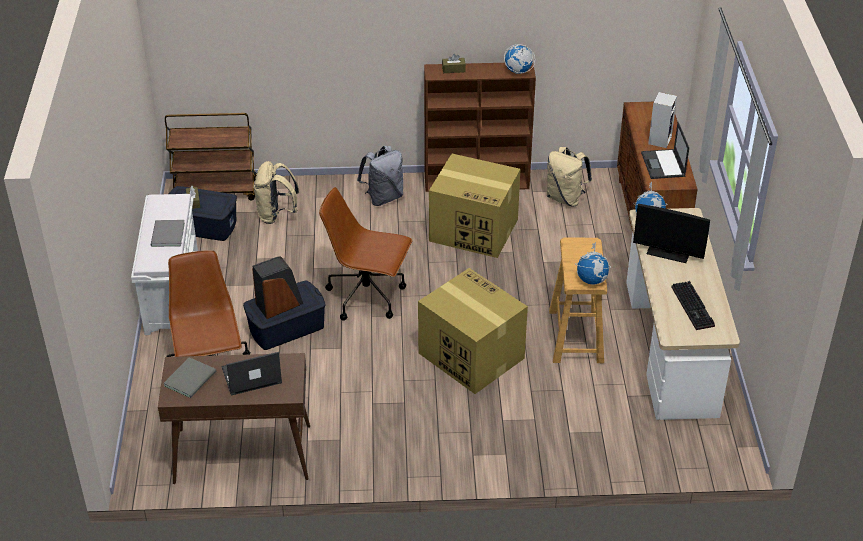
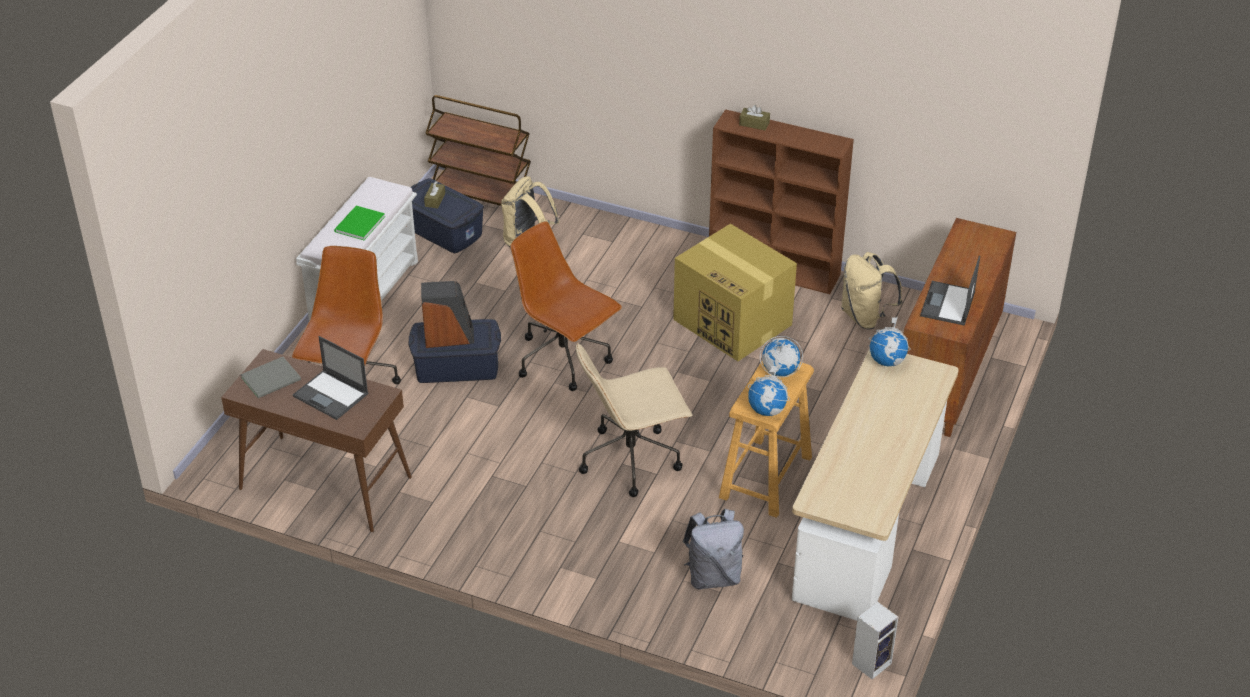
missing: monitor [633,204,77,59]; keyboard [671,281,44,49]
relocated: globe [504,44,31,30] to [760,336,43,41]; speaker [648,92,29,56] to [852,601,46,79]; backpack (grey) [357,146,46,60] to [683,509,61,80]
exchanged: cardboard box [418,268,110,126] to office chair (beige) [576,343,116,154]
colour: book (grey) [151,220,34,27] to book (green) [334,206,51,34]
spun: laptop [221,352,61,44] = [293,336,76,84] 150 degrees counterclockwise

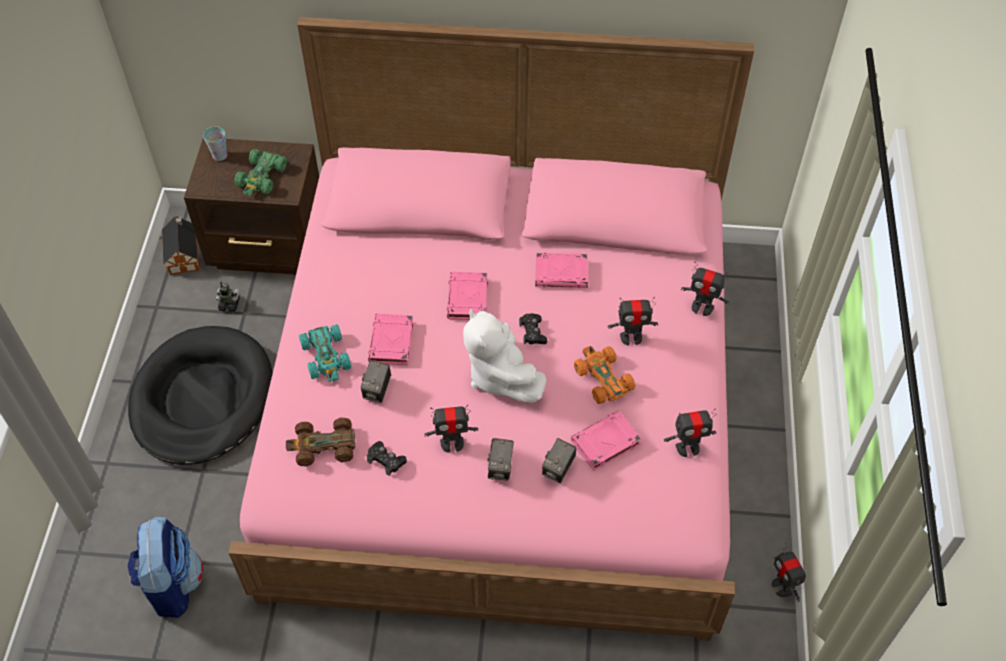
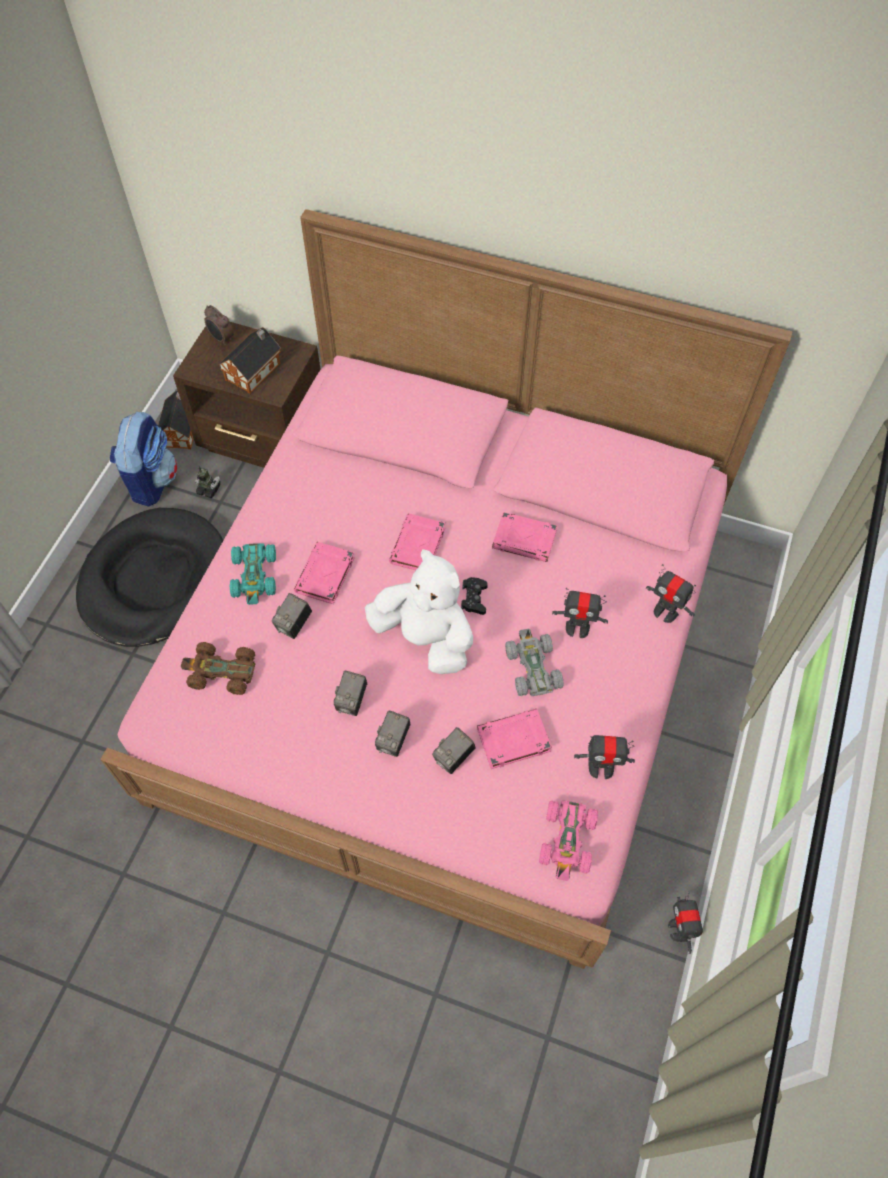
missing: game controller (black) [367,441,40,35]
appeared: toy car (pink) [539,800,59,81]
relocated: backpack [128,517,75,101] to [110,411,67,96]
exchanged: cup [203,127,24,34] to alarm clock [204,305,30,40]; toy car (green) [234,149,53,47] to toy house [219,327,62,67]; toy robot [425,405,53,48] to photo camera [334,671,33,45]
colour: toy car (orange) [574,346,61,58] to toy car (grey) [505,629,59,67]
spun: plush toy (white) [463,308,84,95] = [365,549,108,125] 135 degrees clockwise

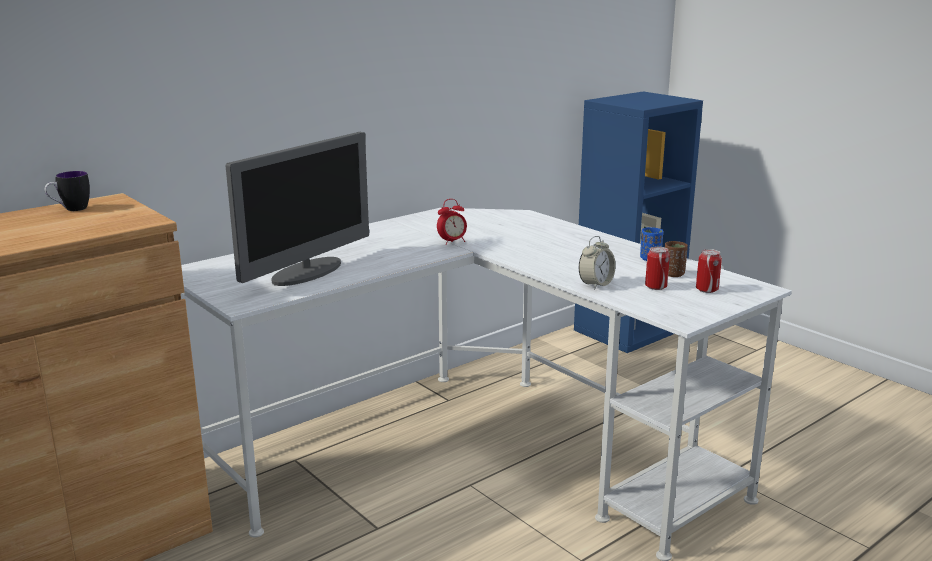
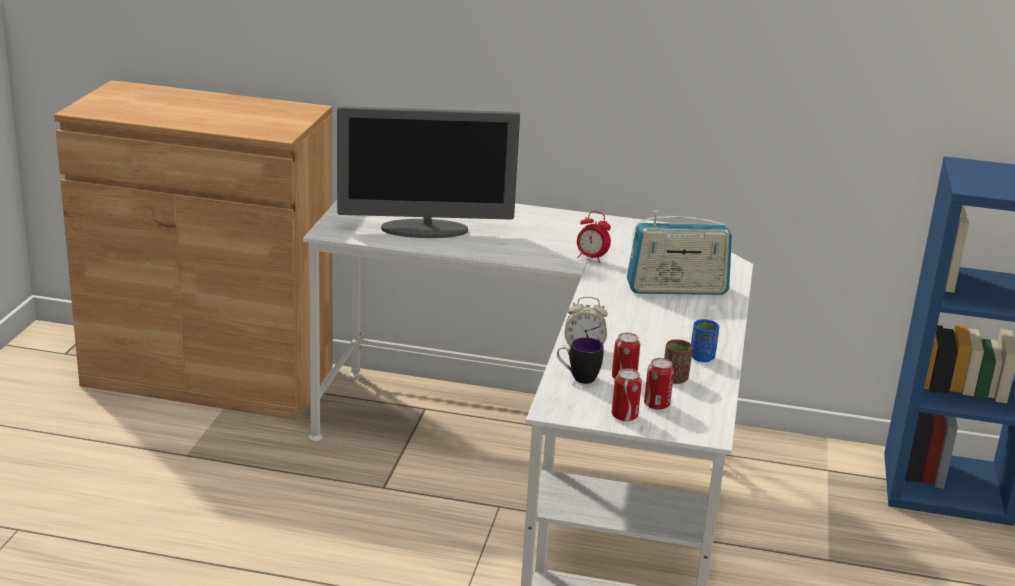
appeared: radio [627,211,105,84]; can [612,369,30,52]
relocated: mug [44,171,46,40] to [557,338,47,46]

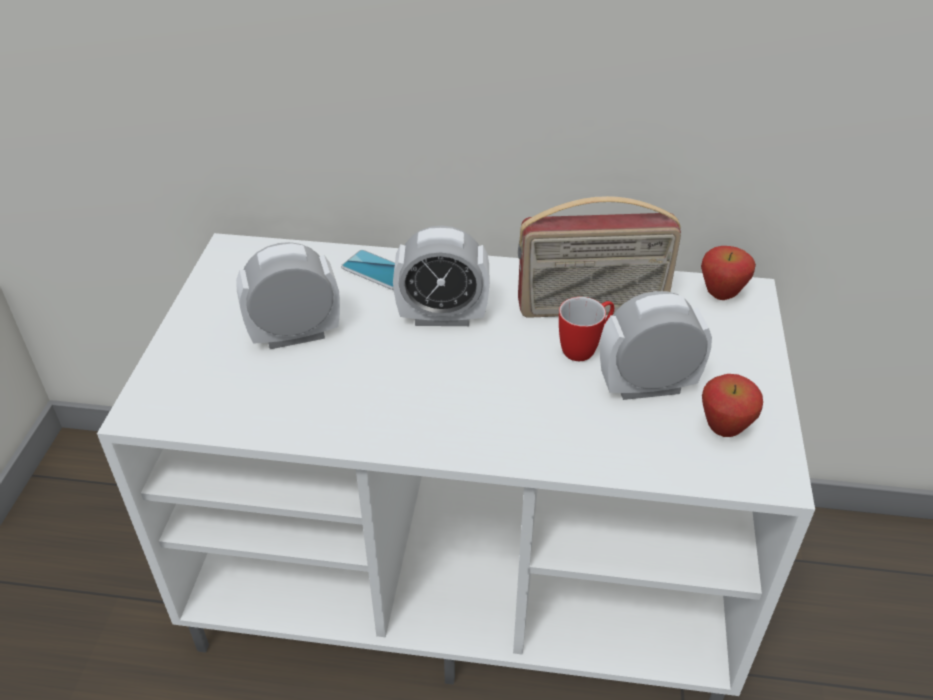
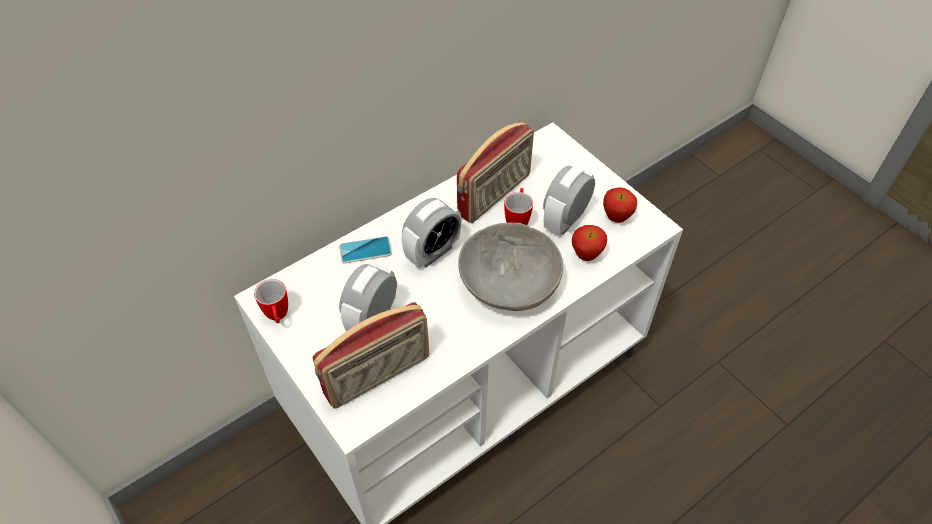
appeared: bowl (grey) [458,223,105,88]; mug [254,279,34,44]; radio [313,302,116,107]
relocated: apple [701,246,55,54] to [572,225,35,36]

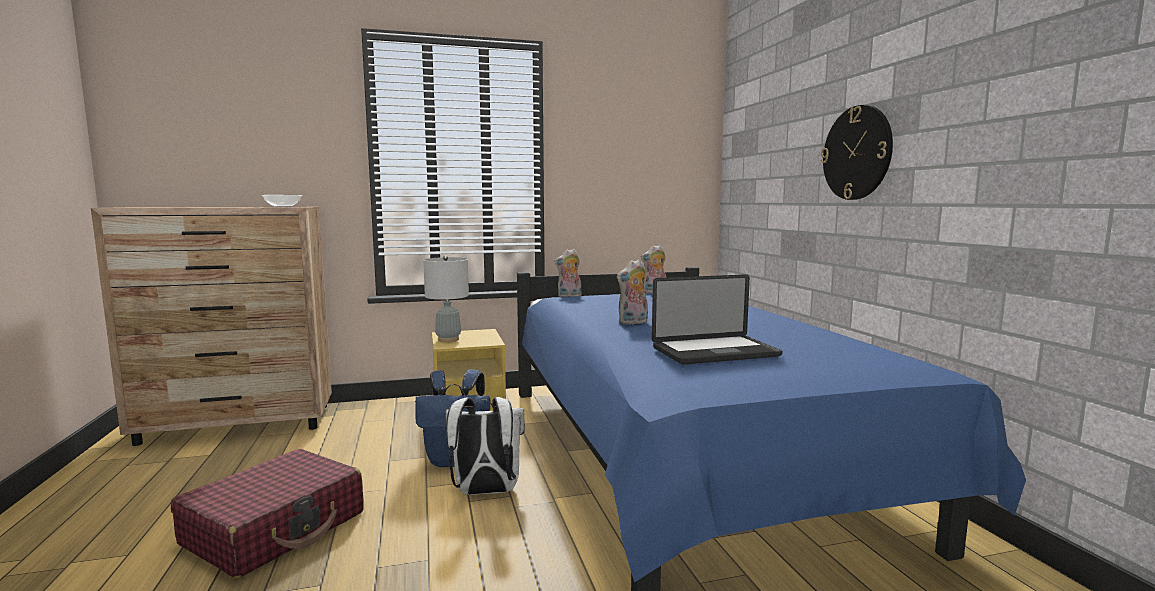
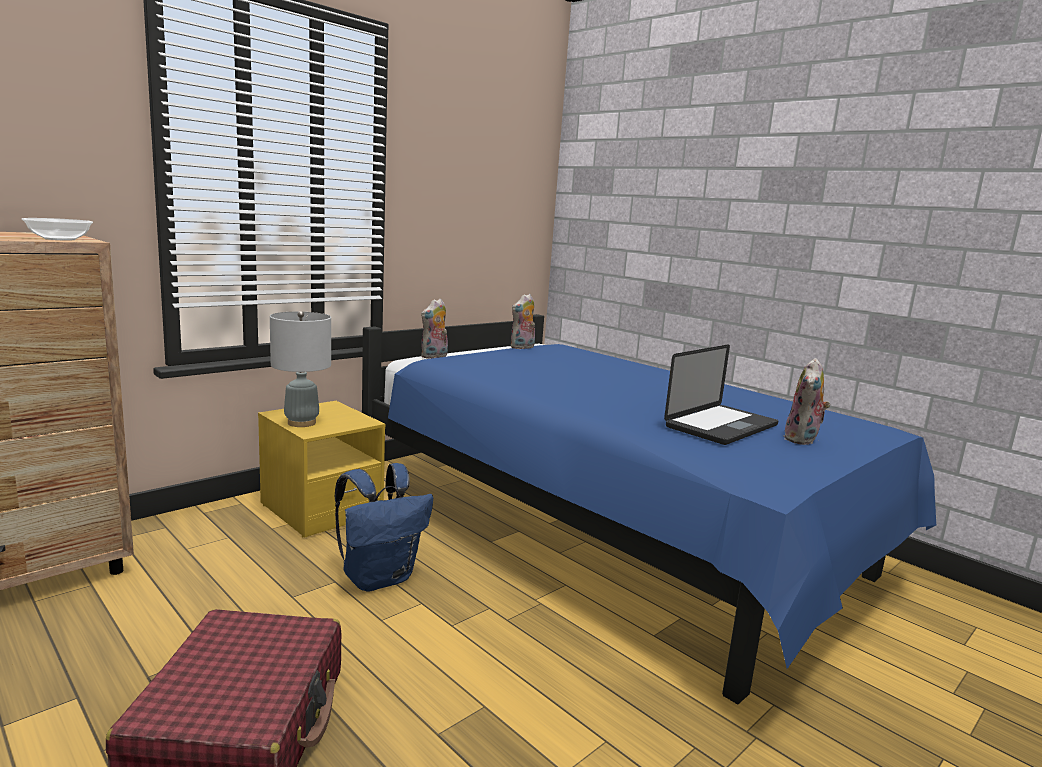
missing: wall clock [821,105,72,95]; backpack (white) [445,397,80,98]
relocated: plush toy [617,259,31,66] to [784,358,47,87]

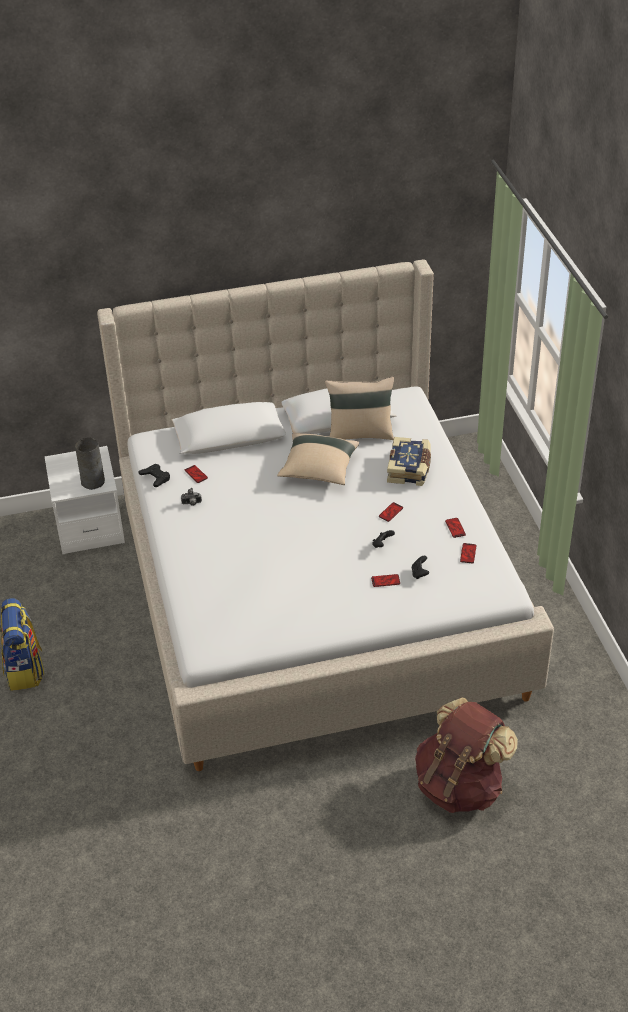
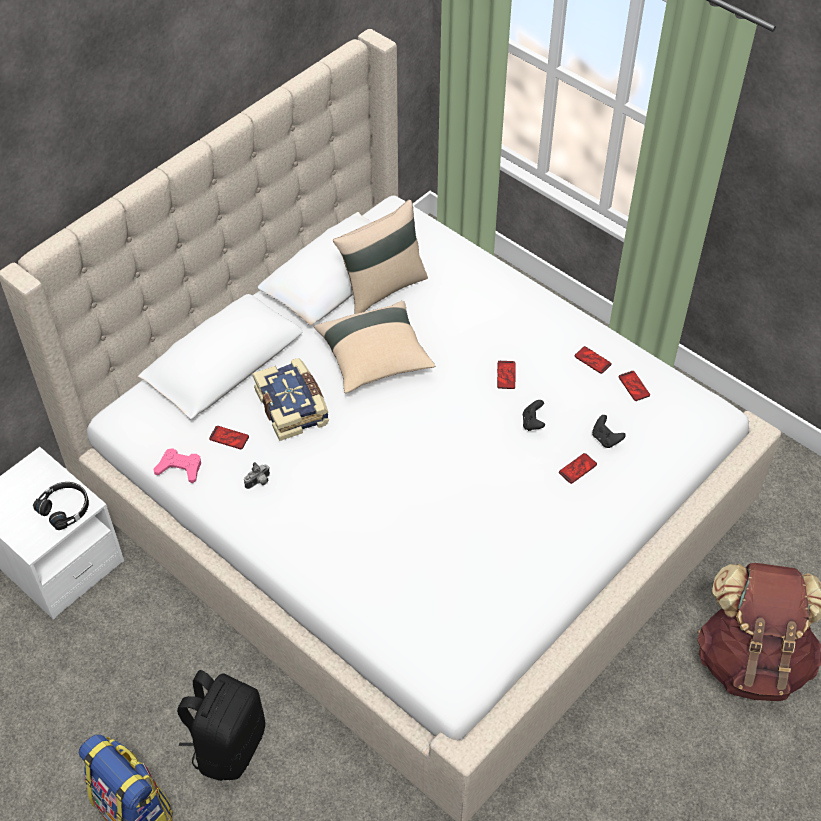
appeared: backpack (black) [177,670,88,111]
relocated: book [387,437,44,49] to [252,358,77,83]
exchanged: vase (grey) [75,438,30,52] to headphones (black) [33,482,56,48]
colour: game controller (black) [138,464,32,23] to game controller (pink) [153,448,48,35]

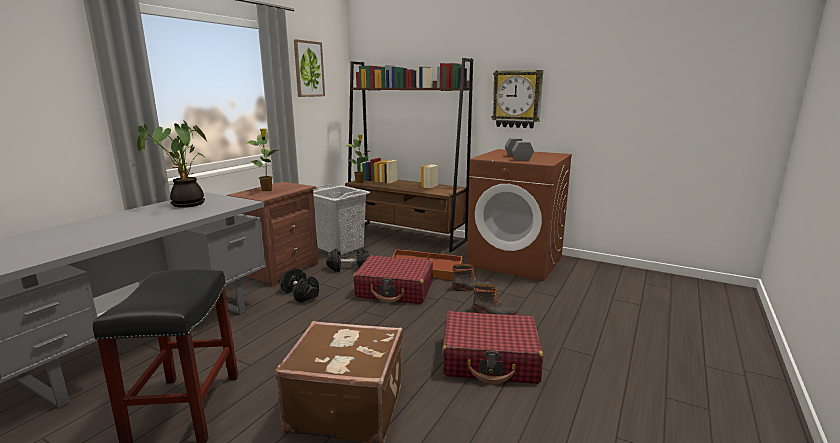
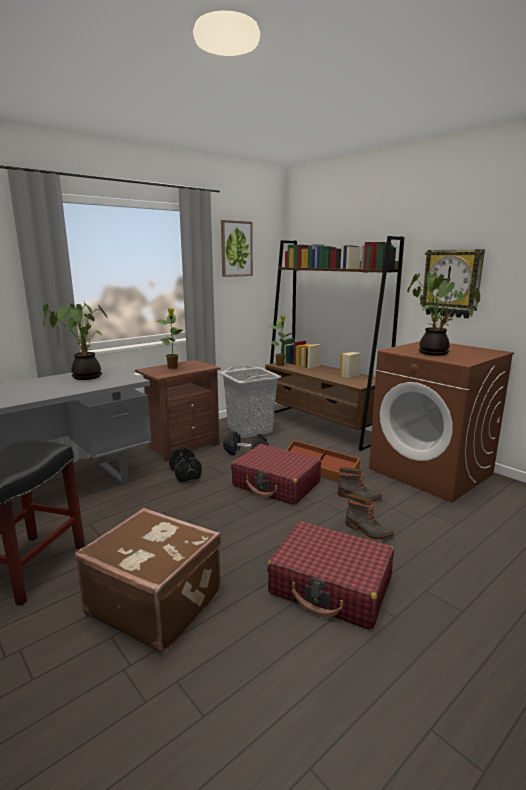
exchanged: dumbbell (grey) [505,138,29,23] to potted plant [407,272,73,84]

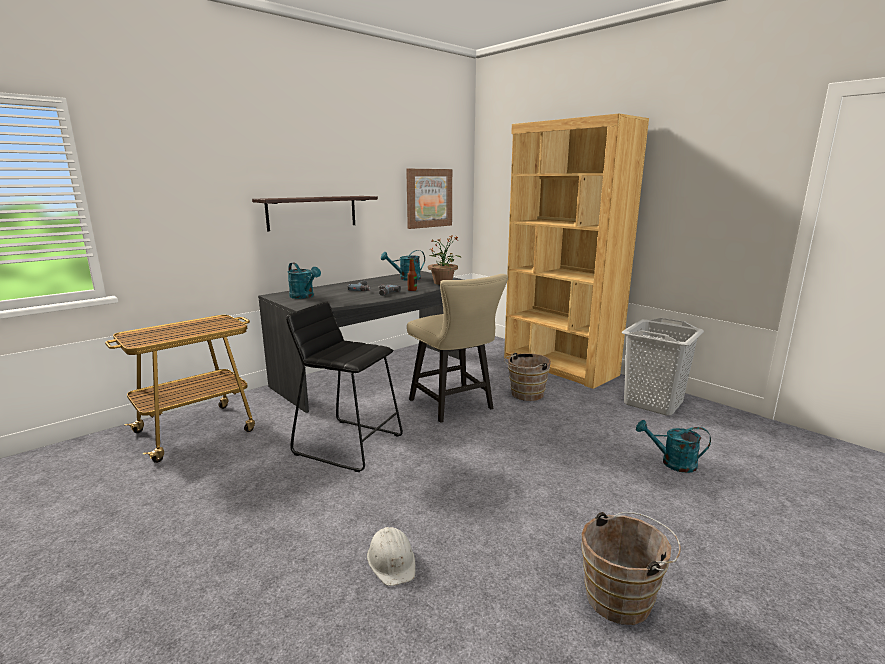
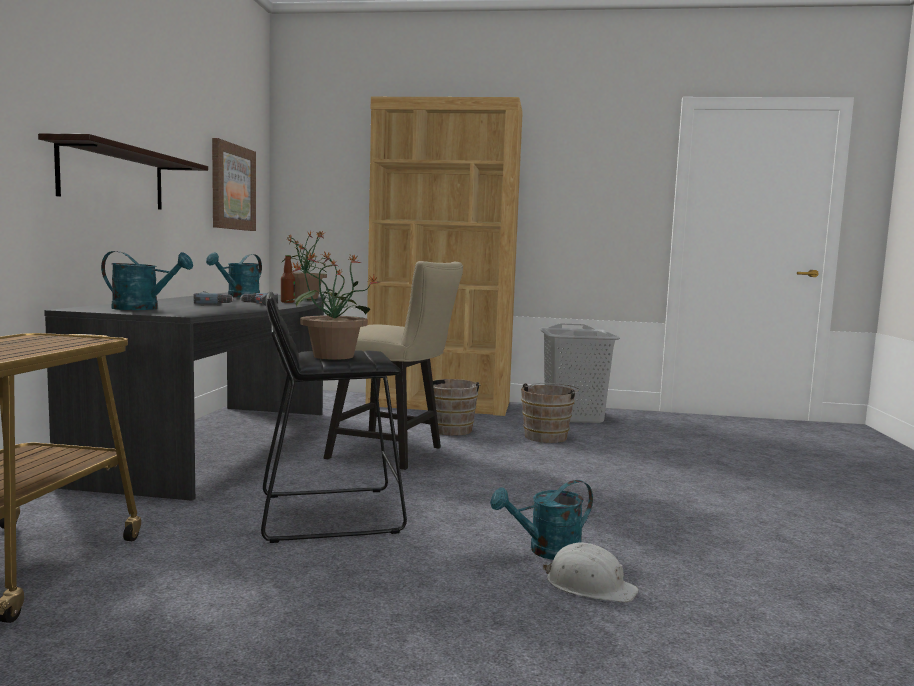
appeared: potted plant [284,251,97,109]
relocated: watering can (turquoise) [636,420,75,53] to [490,480,103,80]; bucket (brown) [581,512,100,113] to [521,383,58,60]

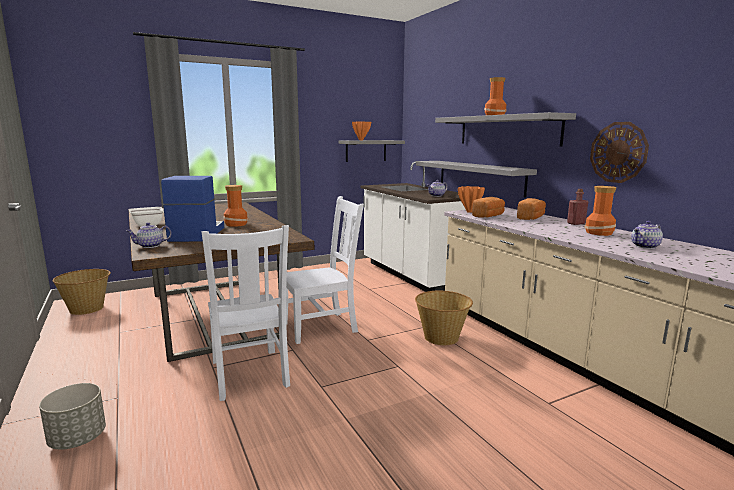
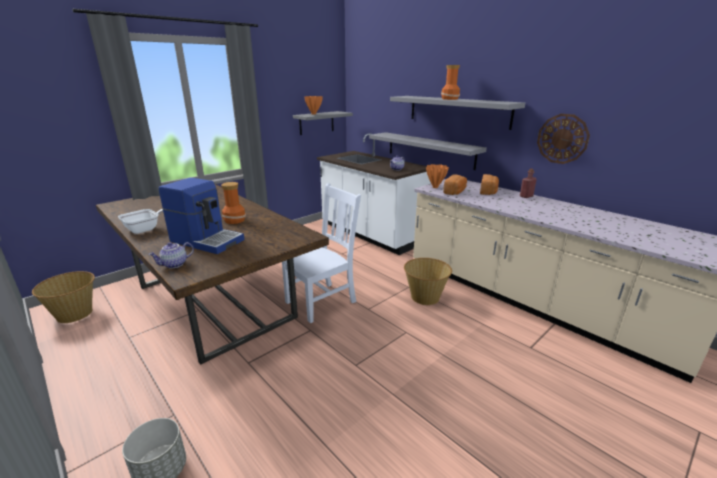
missing: vase [585,186,32,50]; teapot [631,221,32,28]; chair (white) [202,225,88,176]
spun: coffee machine [161,176,63,66] = [159,178,86,76] 135 degrees clockwise

